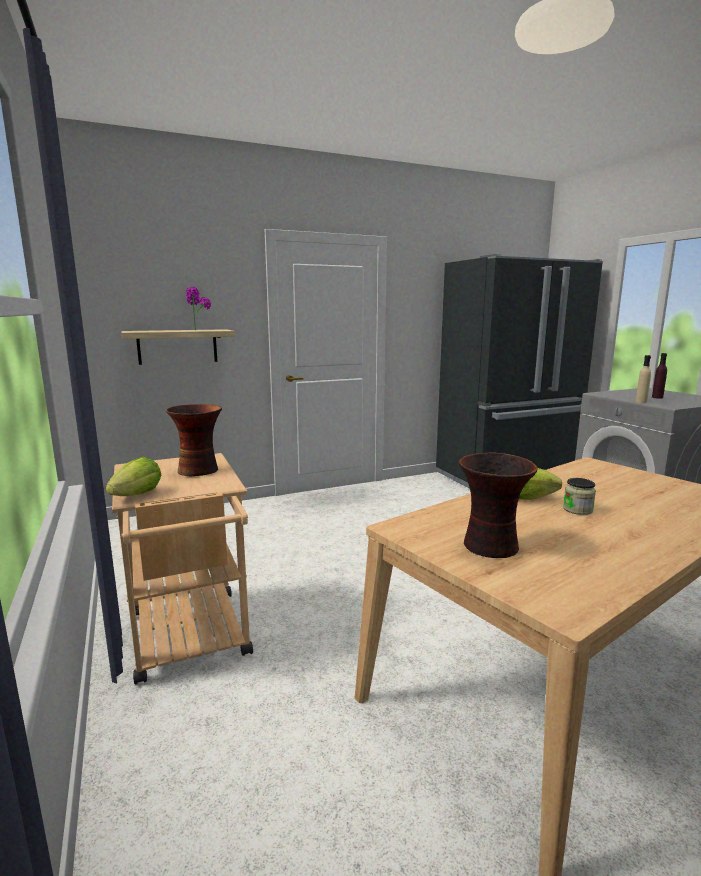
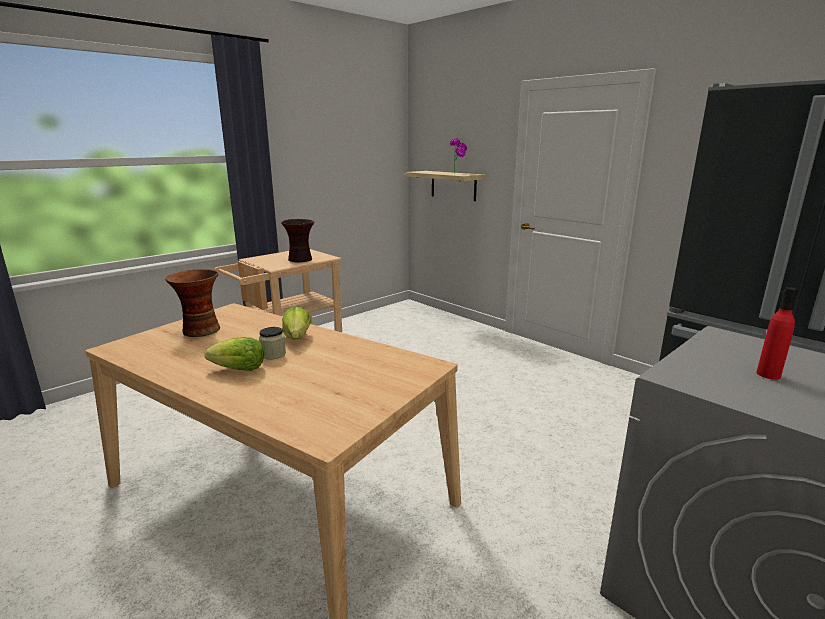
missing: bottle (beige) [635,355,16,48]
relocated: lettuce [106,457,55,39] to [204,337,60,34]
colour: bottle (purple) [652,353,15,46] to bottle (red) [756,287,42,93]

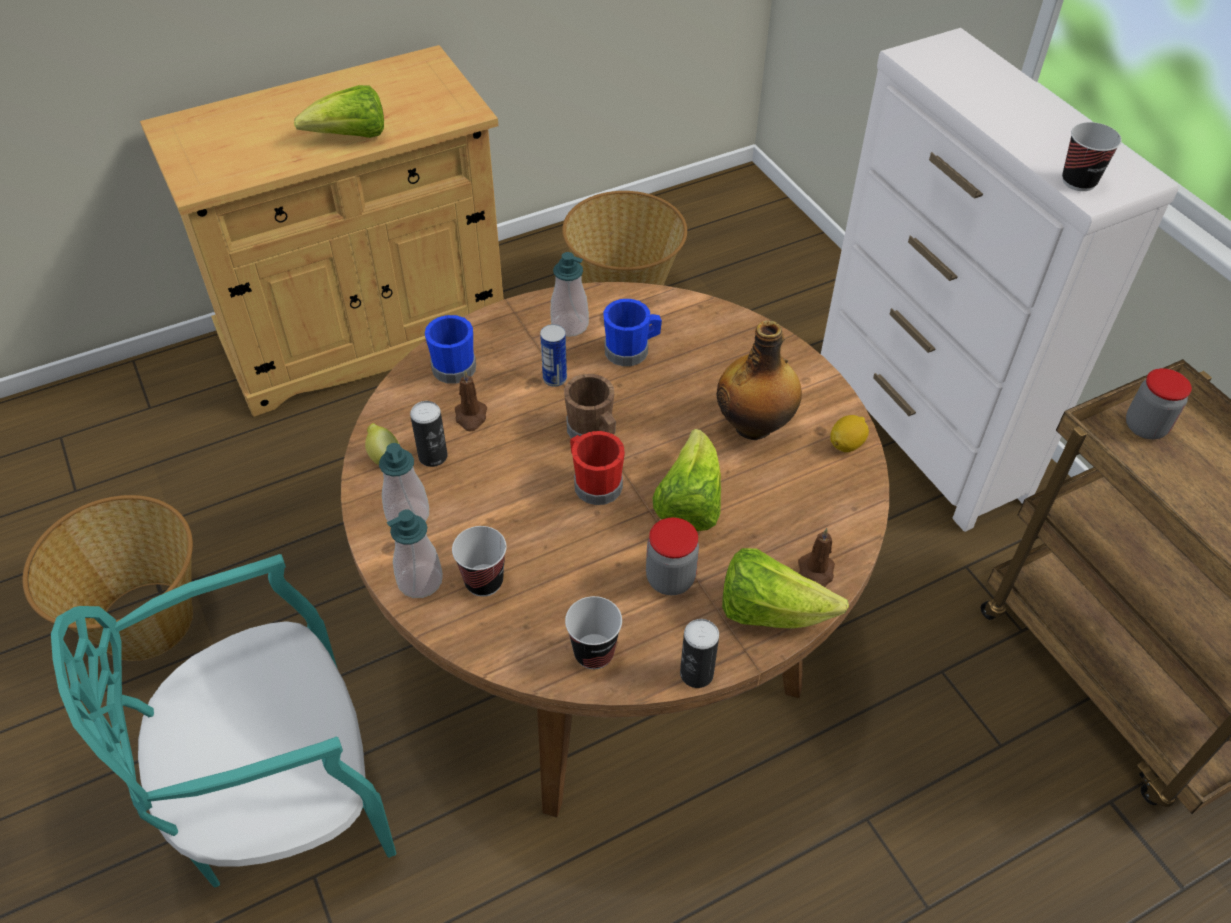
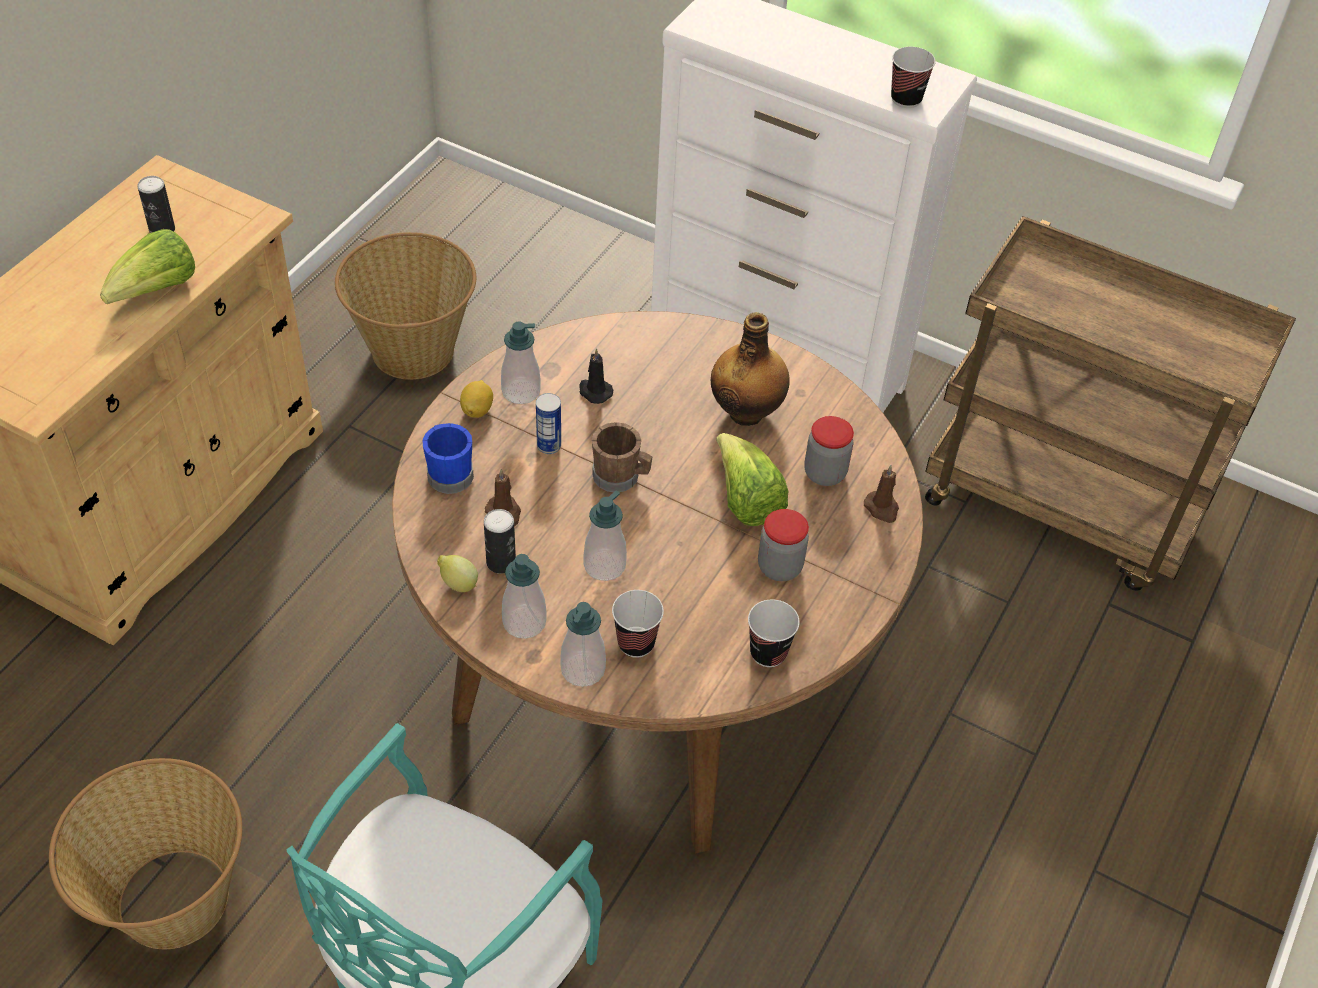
missing: mug (red) [570,431,55,74]; lettuce [722,548,127,81]
appeared: soap dispenser [583,491,44,90]
relocated: jar [1126,368,66,71] to [804,416,50,70]; lemon [830,415,39,37] to [460,380,33,38]; can [680,619,39,69] to [137,176,38,57]
exchanged: mug (blue) [603,299,59,67] to candle (black) [579,348,34,56]

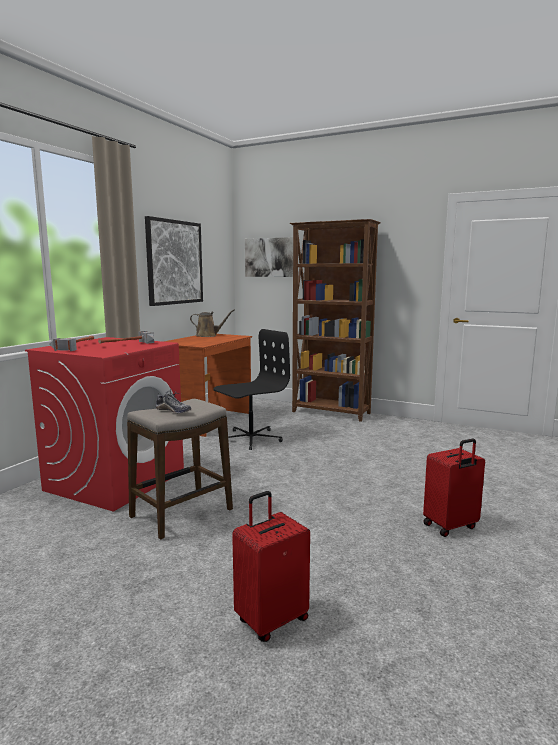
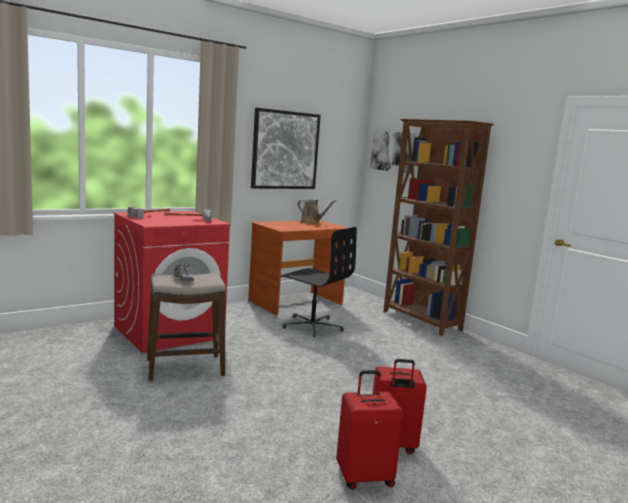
relocated: suitcase (red) [232,491,78,151] to [336,370,67,119]
spun: office chair (black) [213,329,77,121] = [280,227,77,110] 45 degrees clockwise

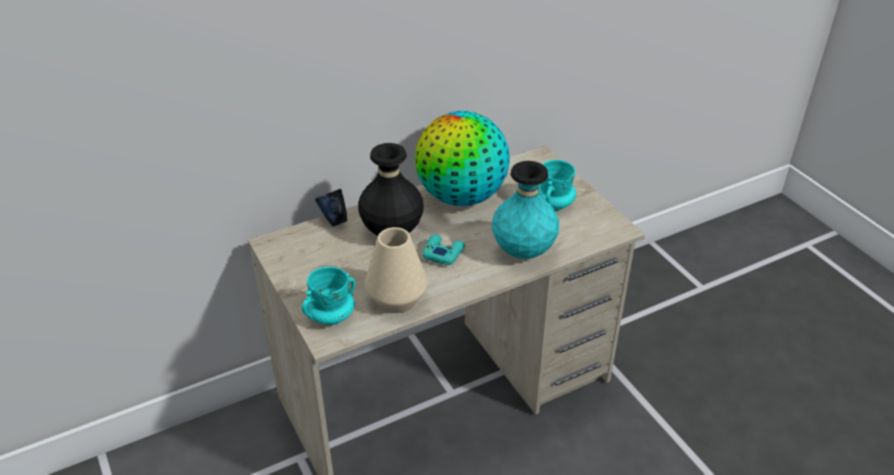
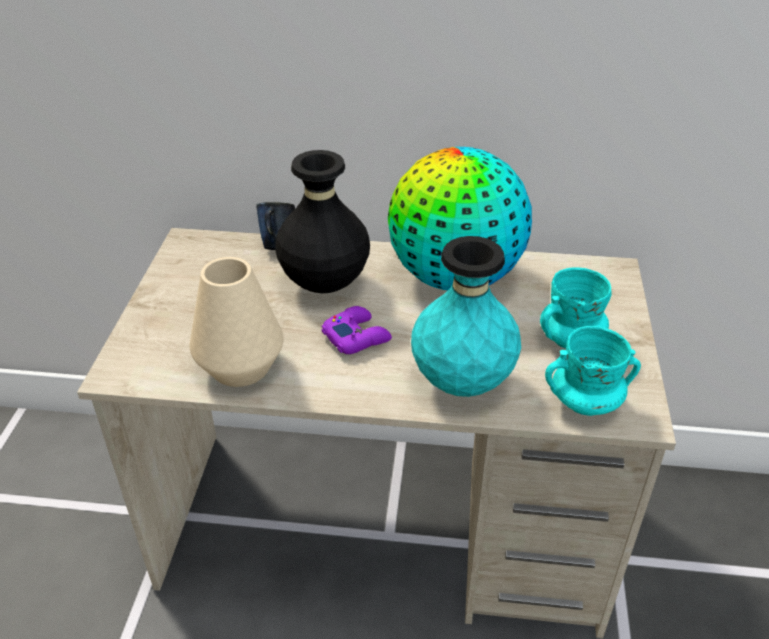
relocated: mug (turquoise) [302,267,53,58] to [545,326,96,90]
colour: game controller (turquoise) [422,235,43,30] to game controller (purple) [321,306,71,48]

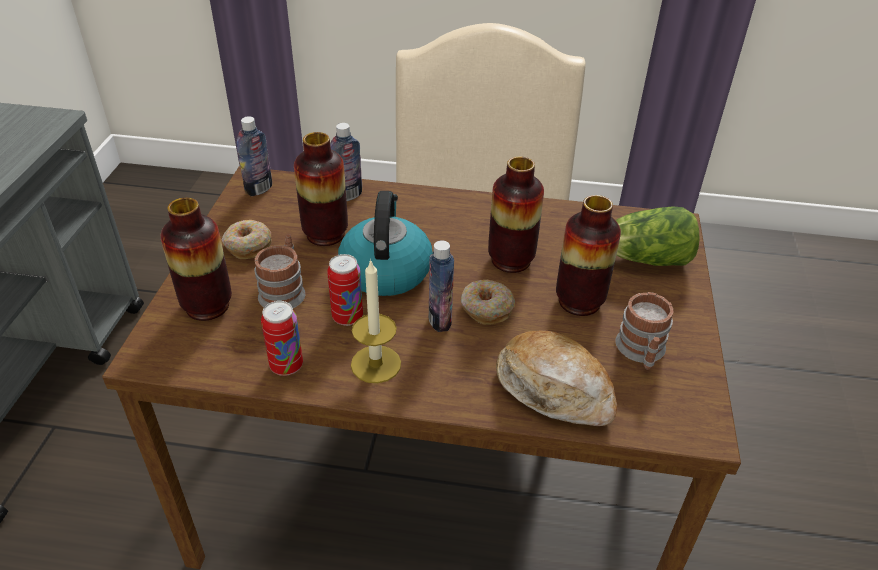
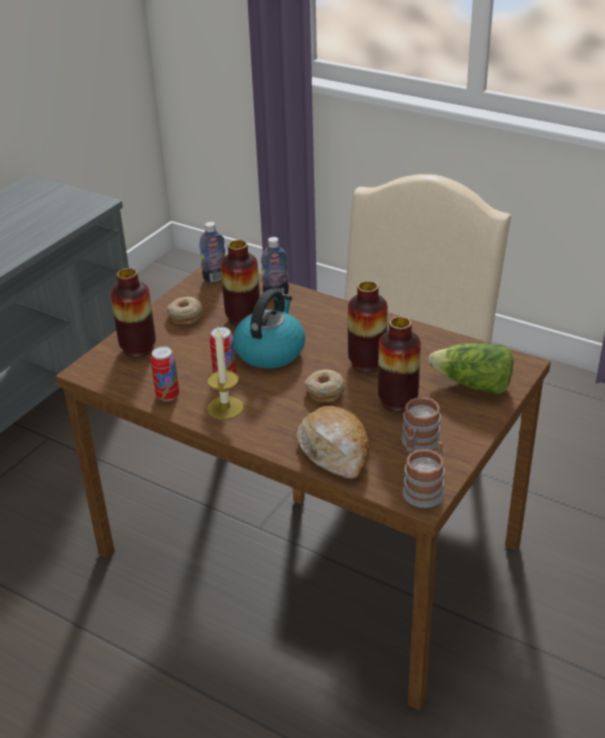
missing: bottle [429,241,25,91]
relocated: mug [255,234,51,74] to [402,441,43,67]

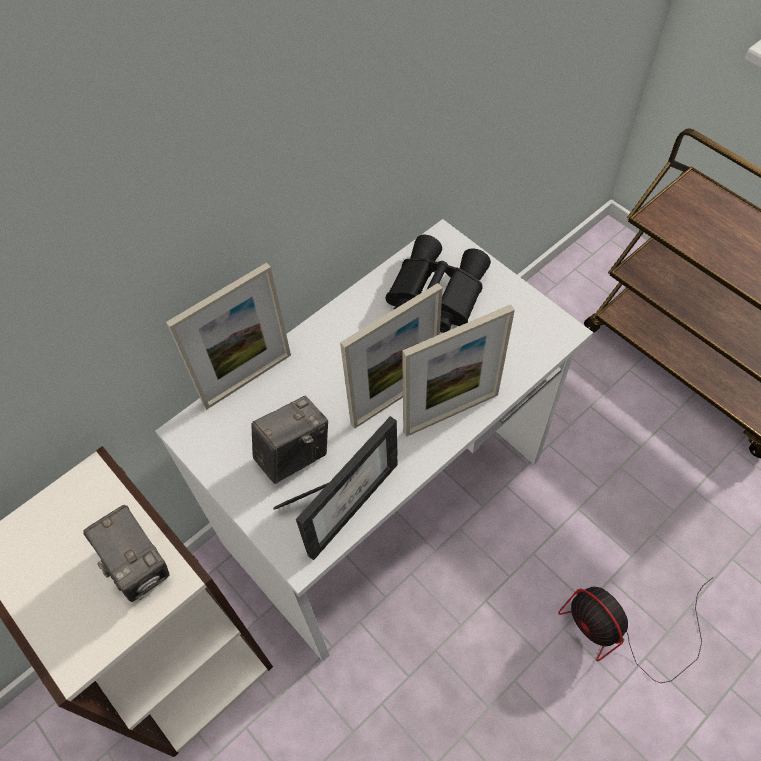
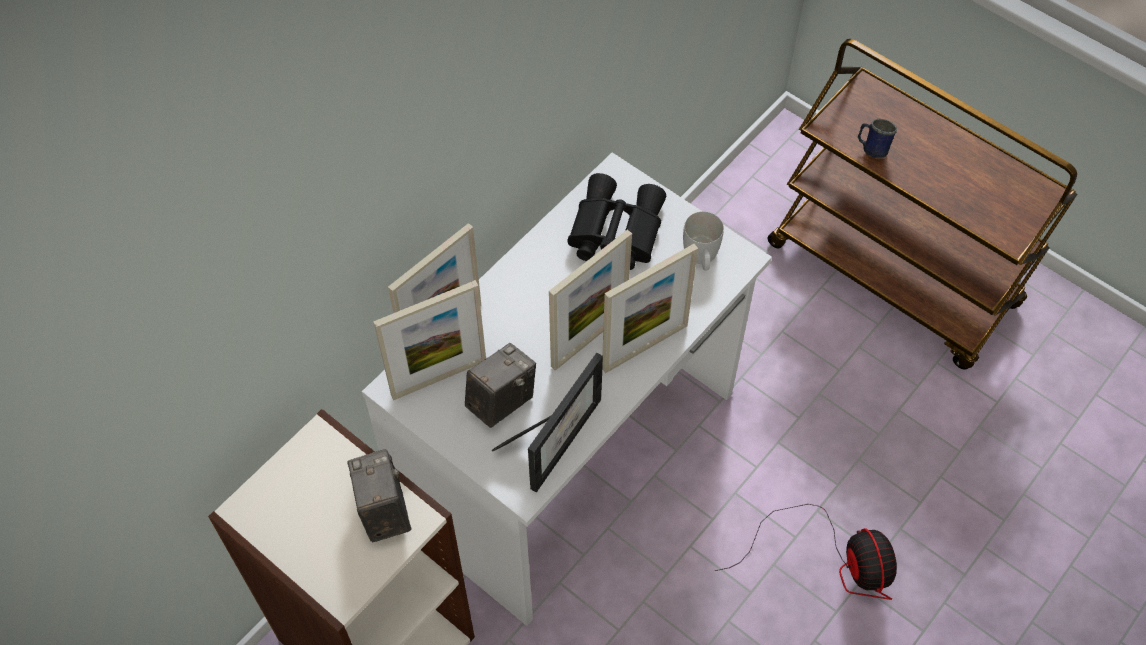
appeared: mug (blue) [858,119,39,39]; mug (white) [683,211,41,59]; picture frame [373,280,113,120]
spun: photo camera [83,505,87,97] = [347,449,64,93] 150 degrees counterclockwise; fan [558,577,155,106] = [714,504,183,96] 150 degrees counterclockwise

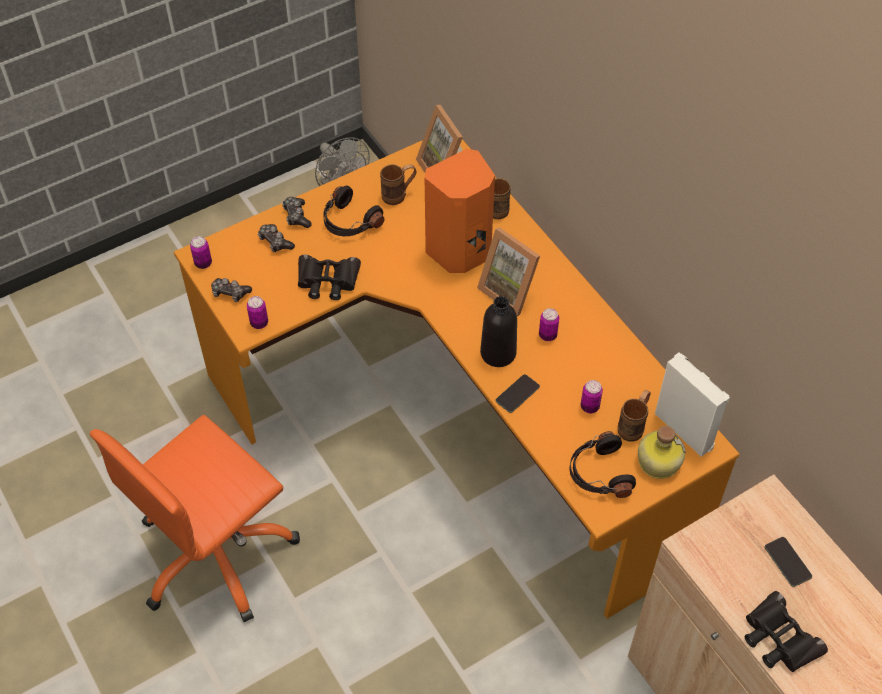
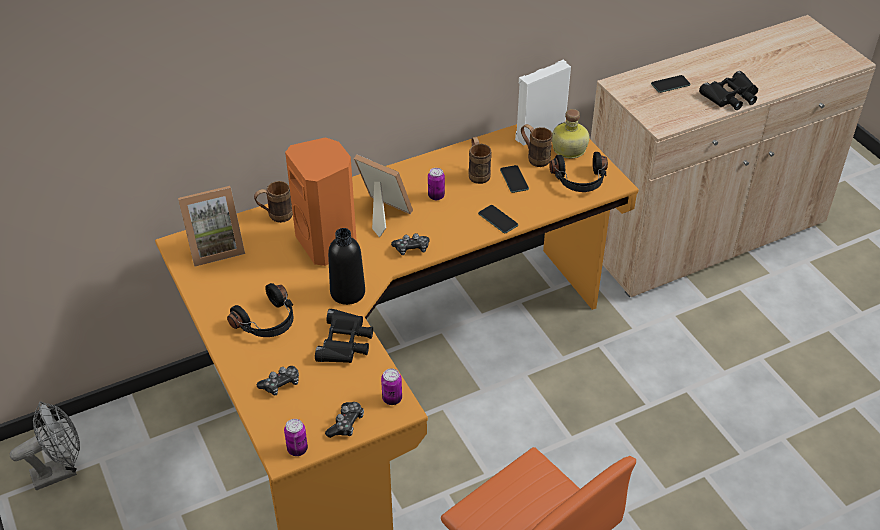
relocated: mug (brown) [380,164,36,41] to [468,137,24,47]; game controller [282,197,30,31] to [391,233,39,22]; bottle (black) [480,296,37,71] to [328,228,37,77]
exchanged: can [581,380,22,33] to phone [500,165,29,28]
spun: picture frame [477,227,63,89] = [354,155,59,82] 105 degrees counterclockwise

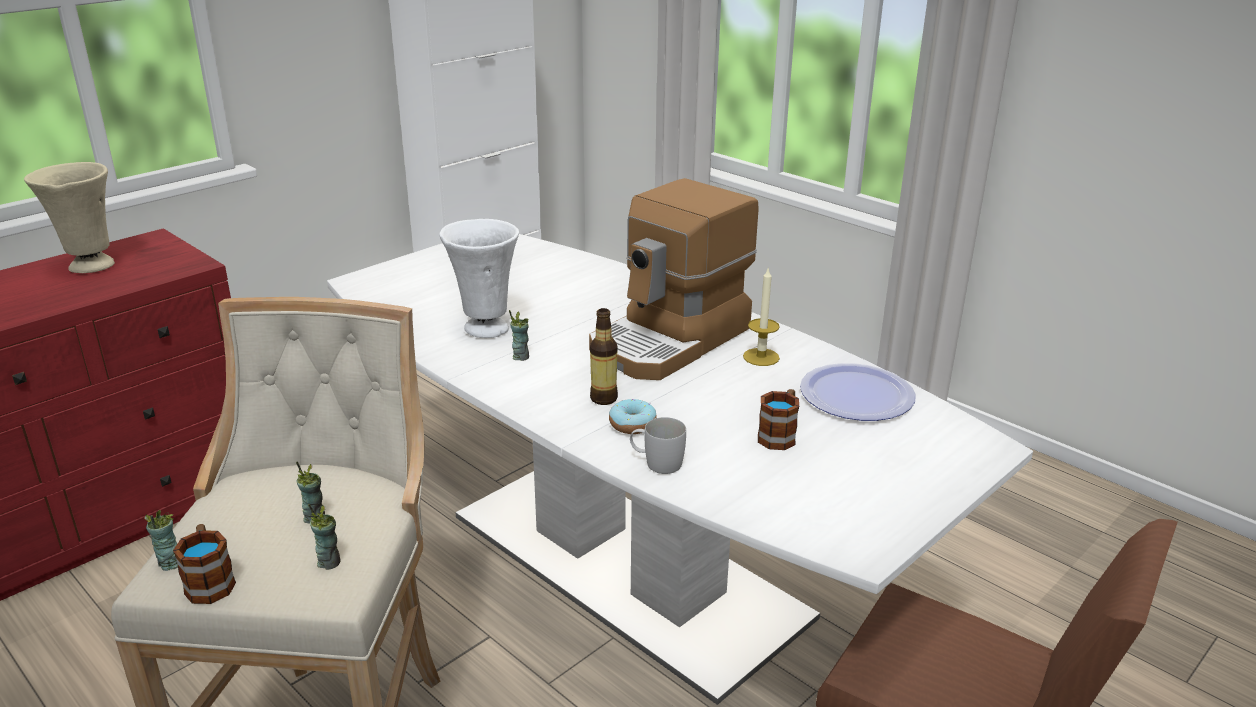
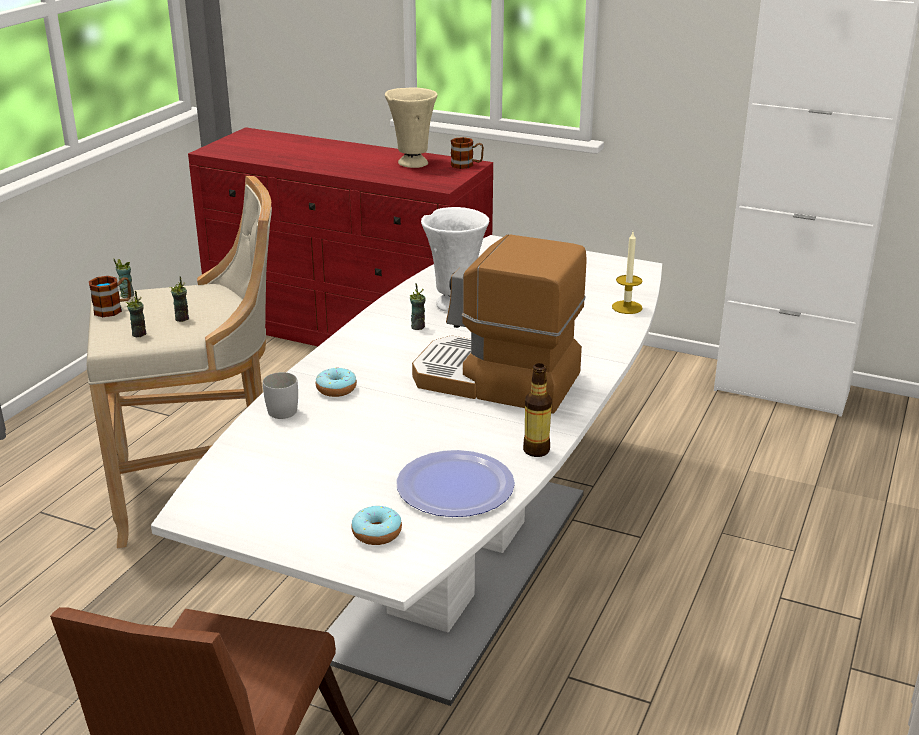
appeared: donut [351,506,51,39]
relocated: candle [743,269,37,97] to [612,232,31,82]; bottle [590,308,28,97] to [523,363,29,94]; mug [758,389,41,61] to [451,137,33,32]

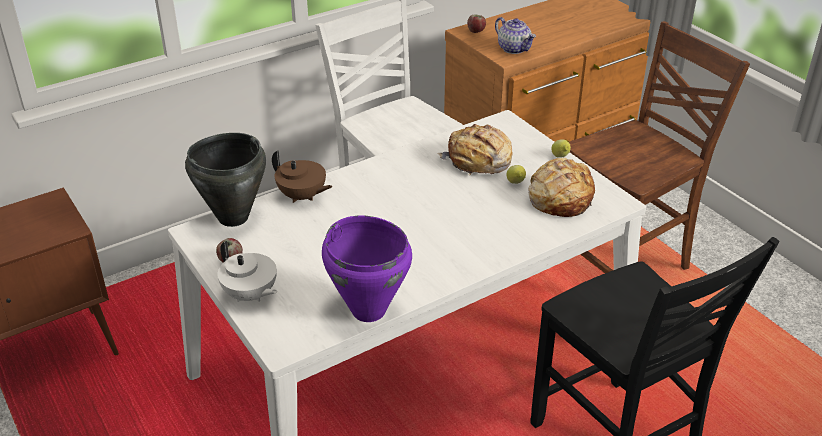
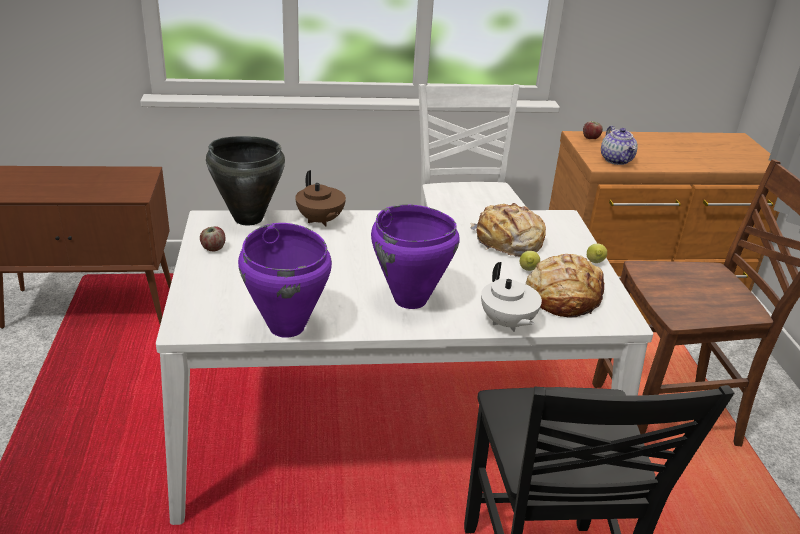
appeared: cooking pot (purple) [371,204,89,105]
relocated: teapot (white) [217,241,60,61] to [481,262,61,70]

